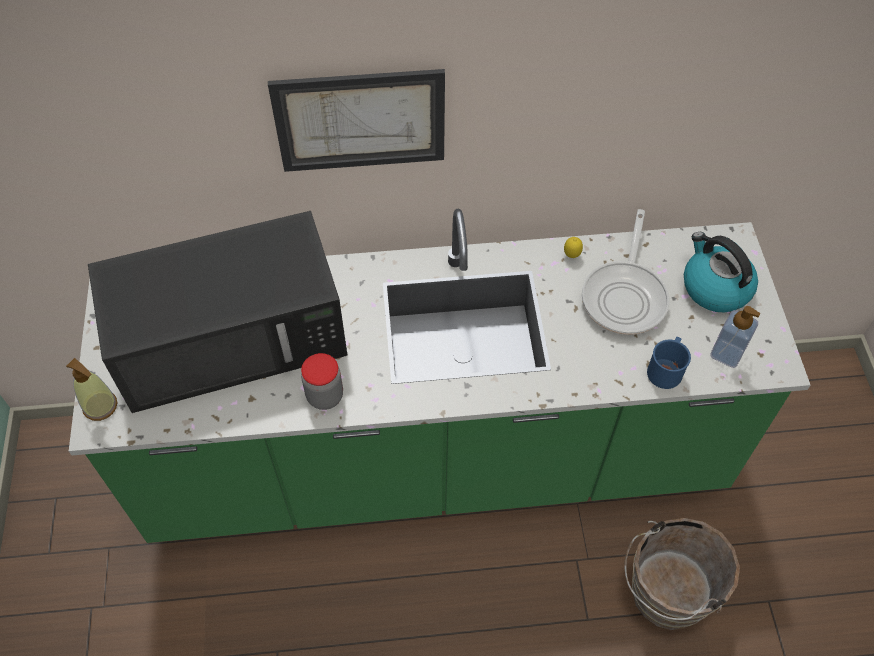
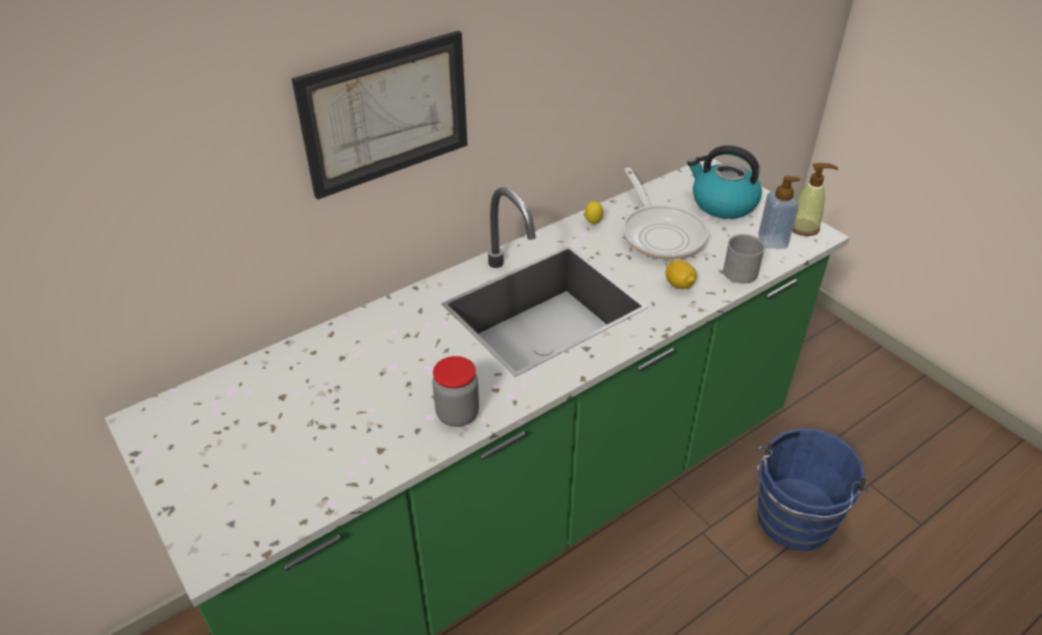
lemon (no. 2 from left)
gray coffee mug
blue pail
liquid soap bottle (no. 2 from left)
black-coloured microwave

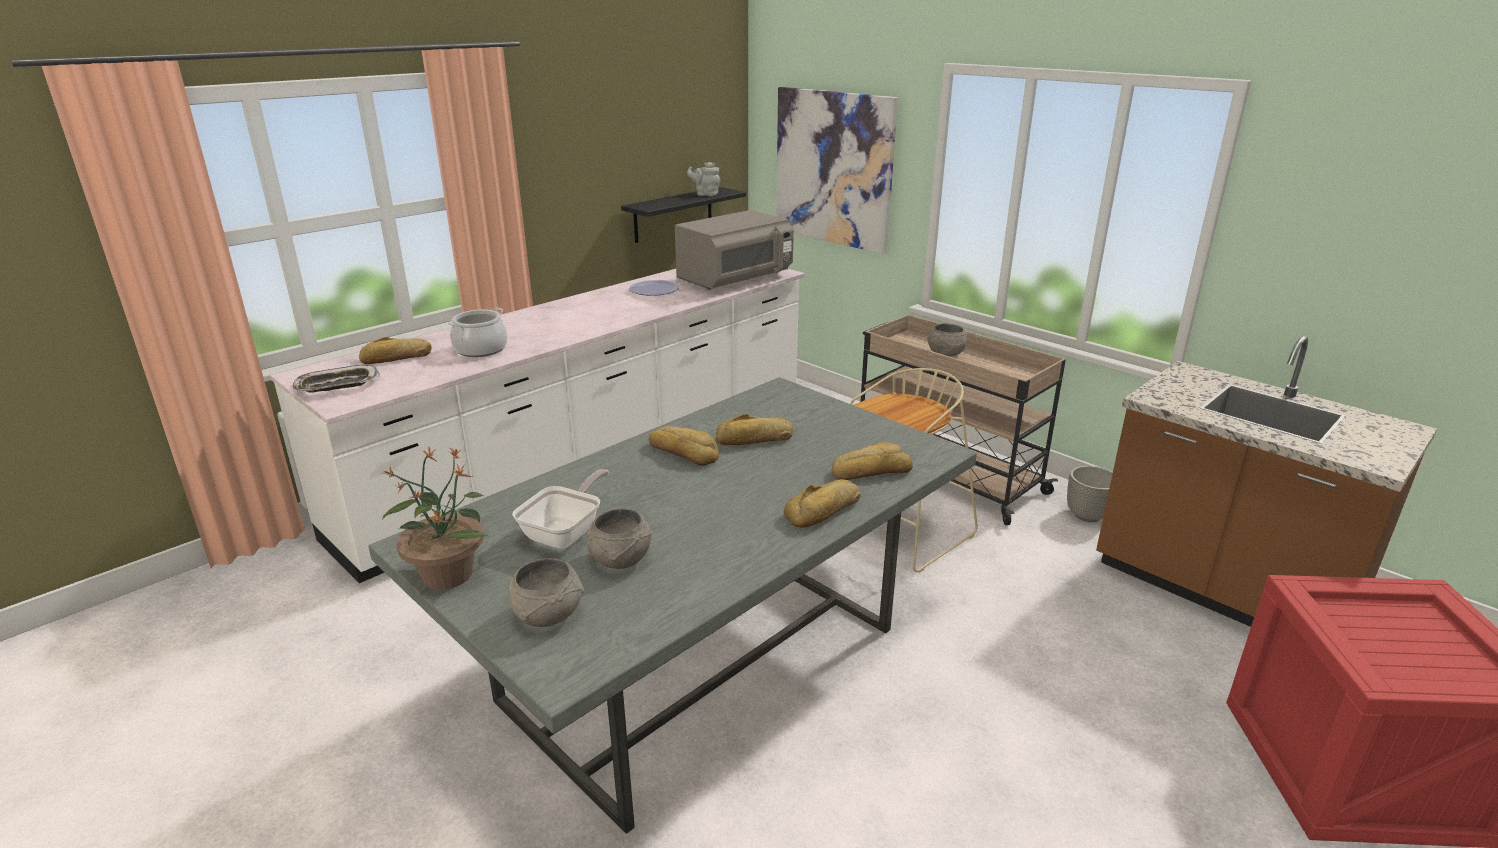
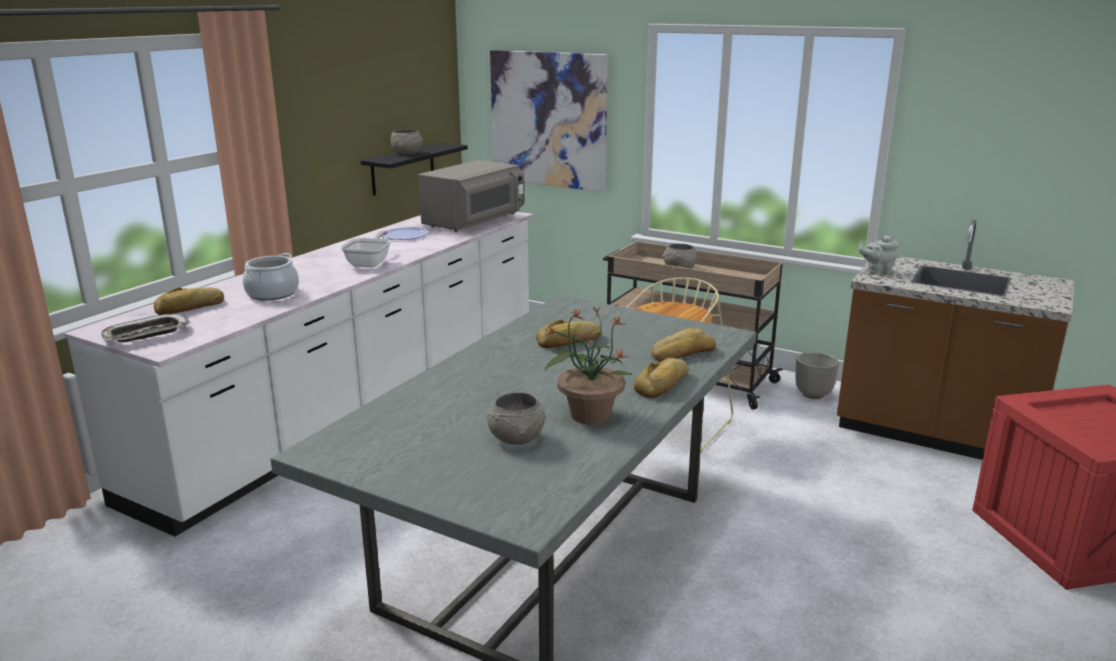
skillet
gray serving bowl (no. 1 from left)
houseplant
gray pot for tea
baked bread (no. 2 from left in the first image)

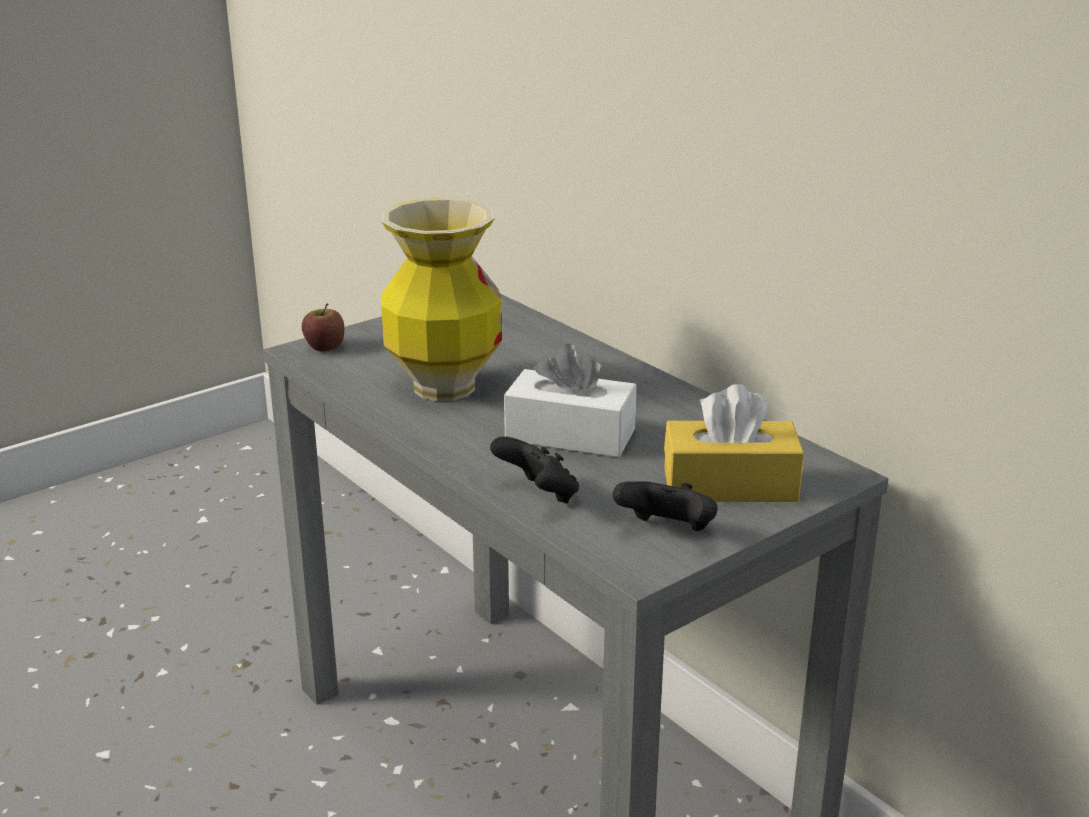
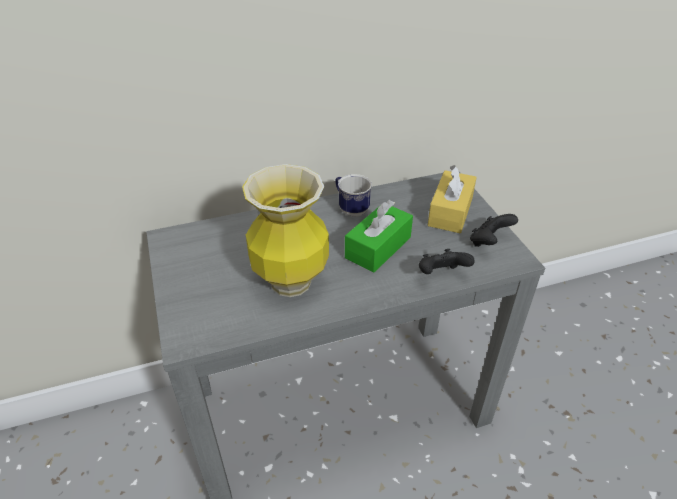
coffee mug
green tissue holder
apple

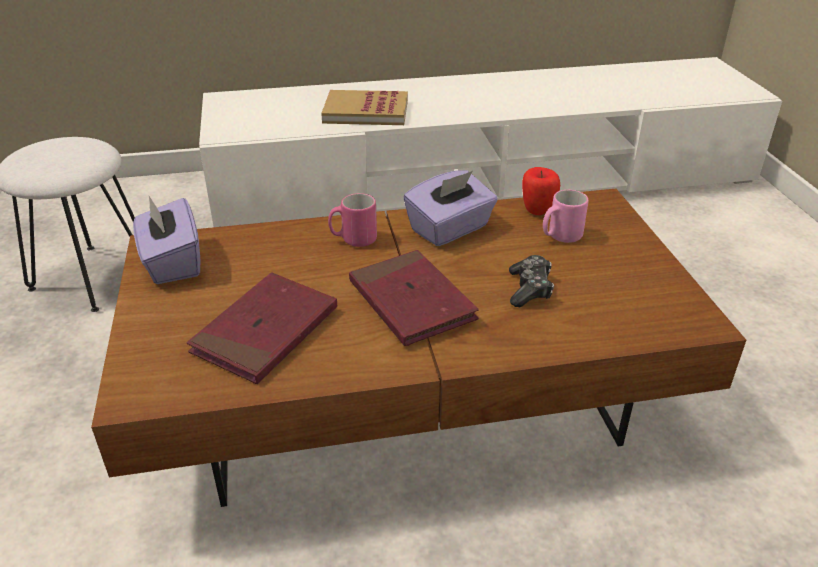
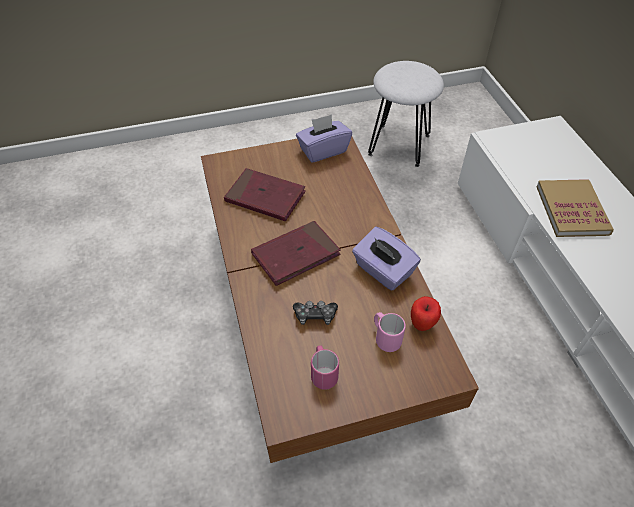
pinkish coffee mug (no. 1 from left)

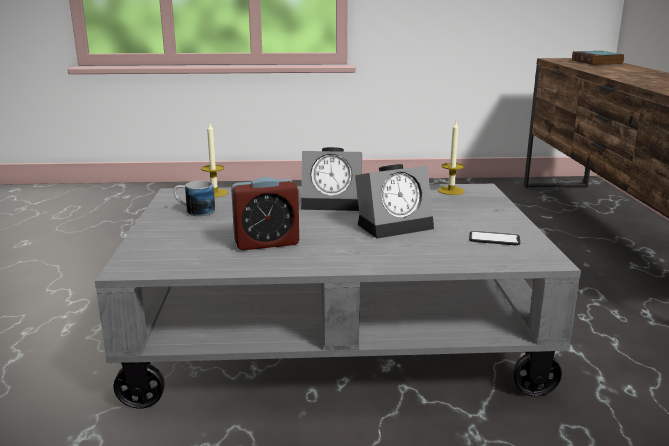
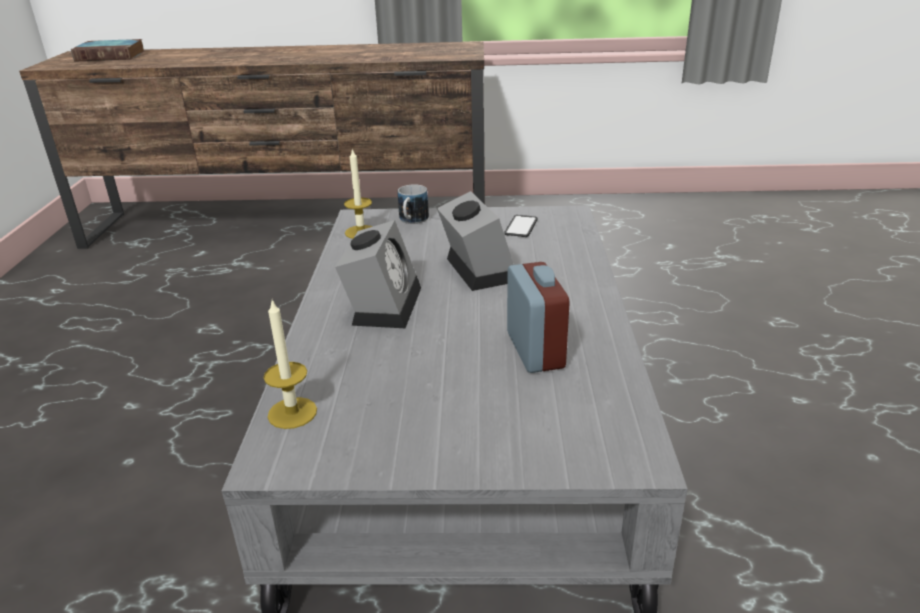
coffee mug

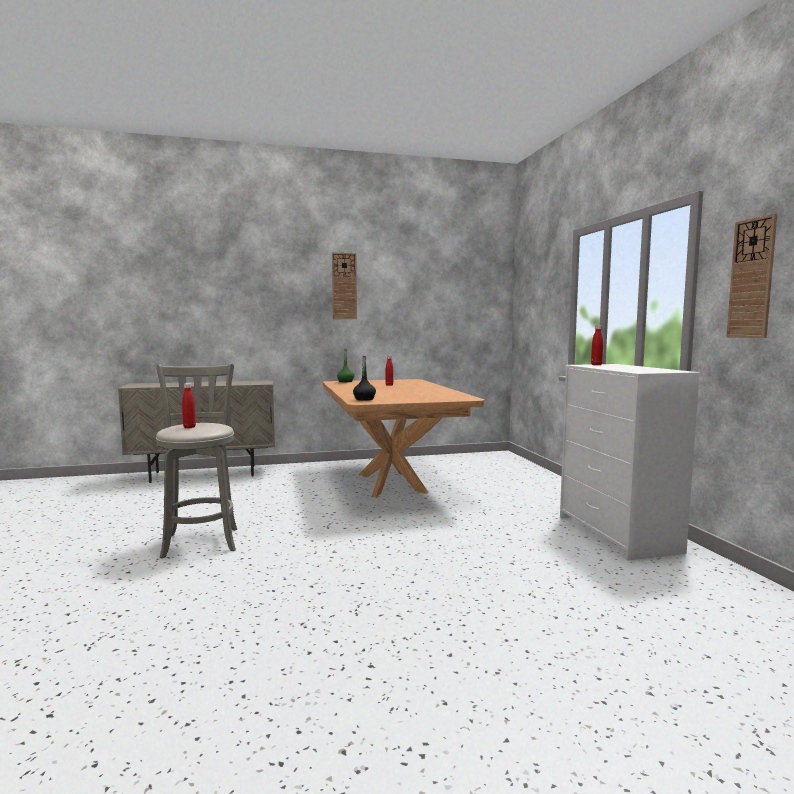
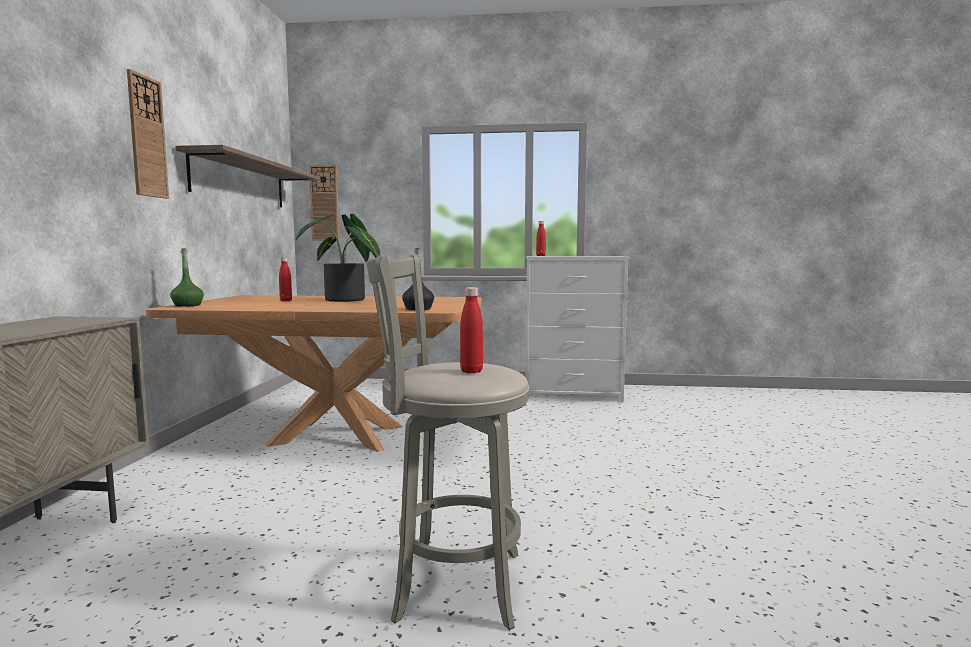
bracket shelf
houseplant
clock on the wall (no. 2 from left)

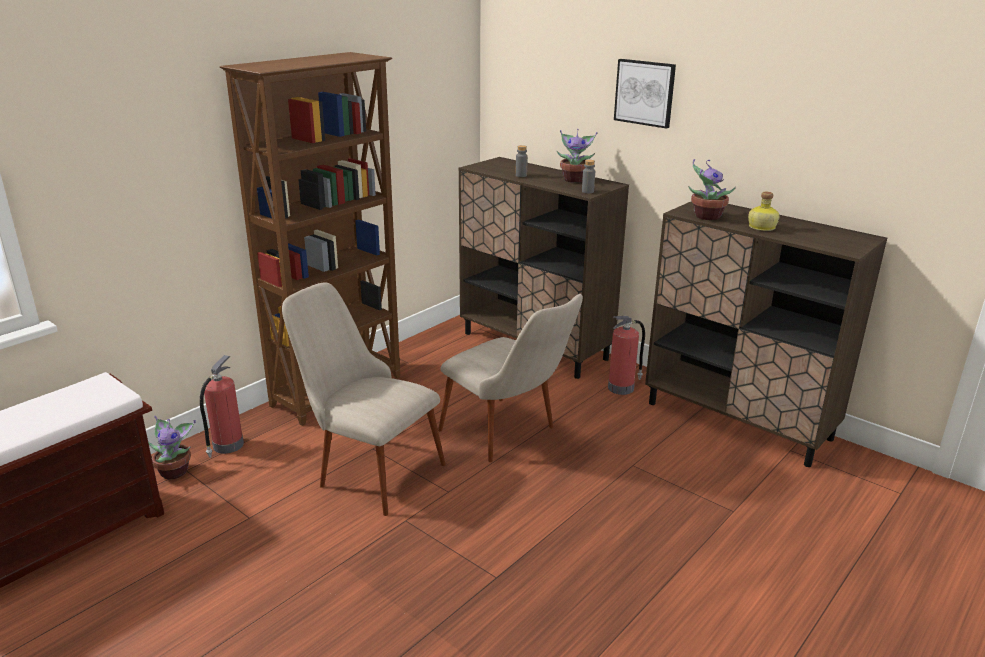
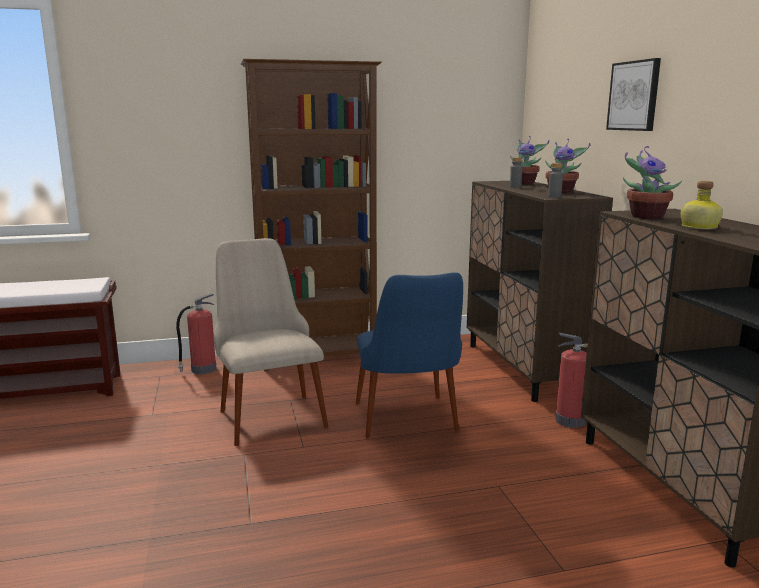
blue chair
houseplant (no. 1 from left)

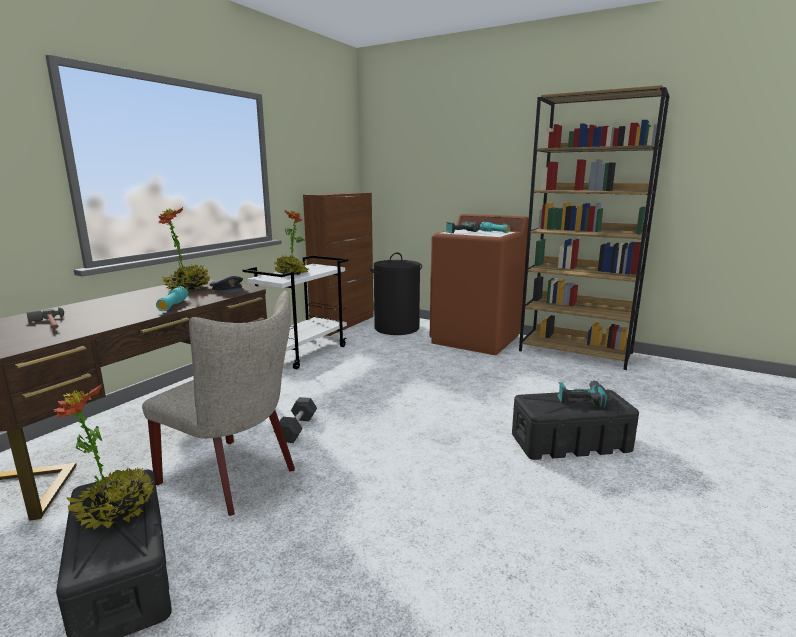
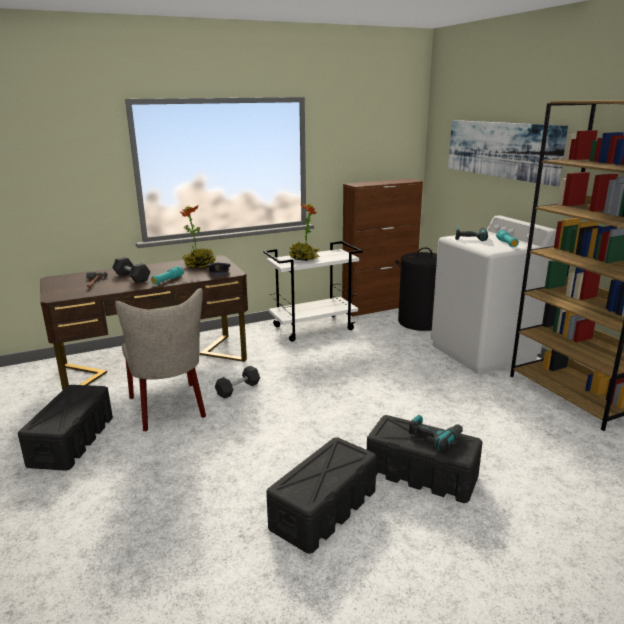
gray free weight (no. 1 from left)
black-coloured storage container (no. 2 from left)
white laundry appliance
wall art
houseplant (no. 1 from left in the first image)

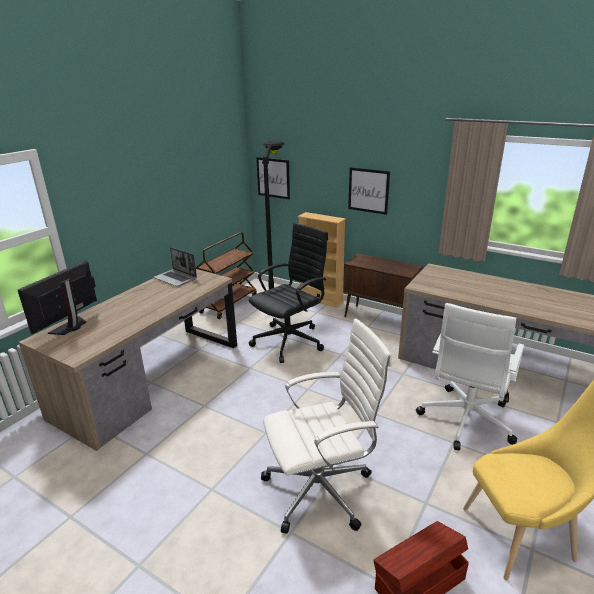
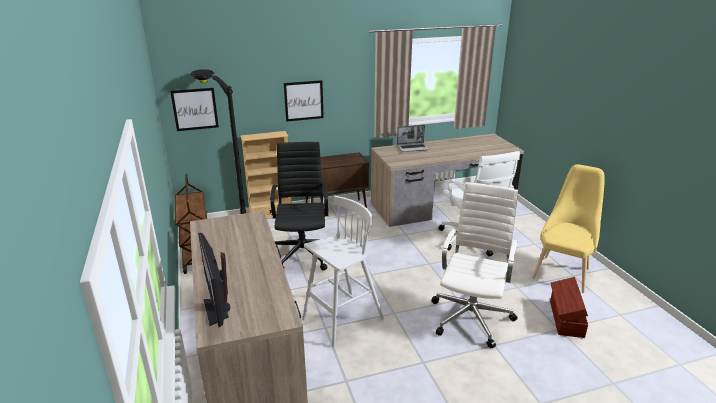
white stool
notebook computer

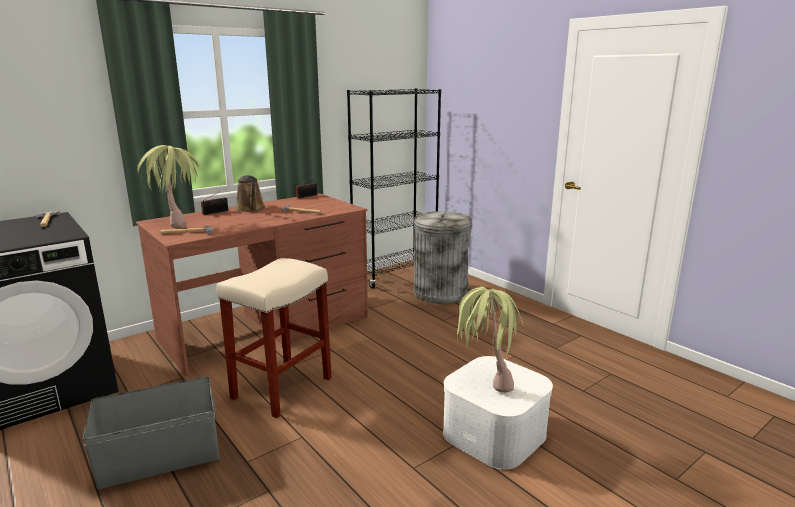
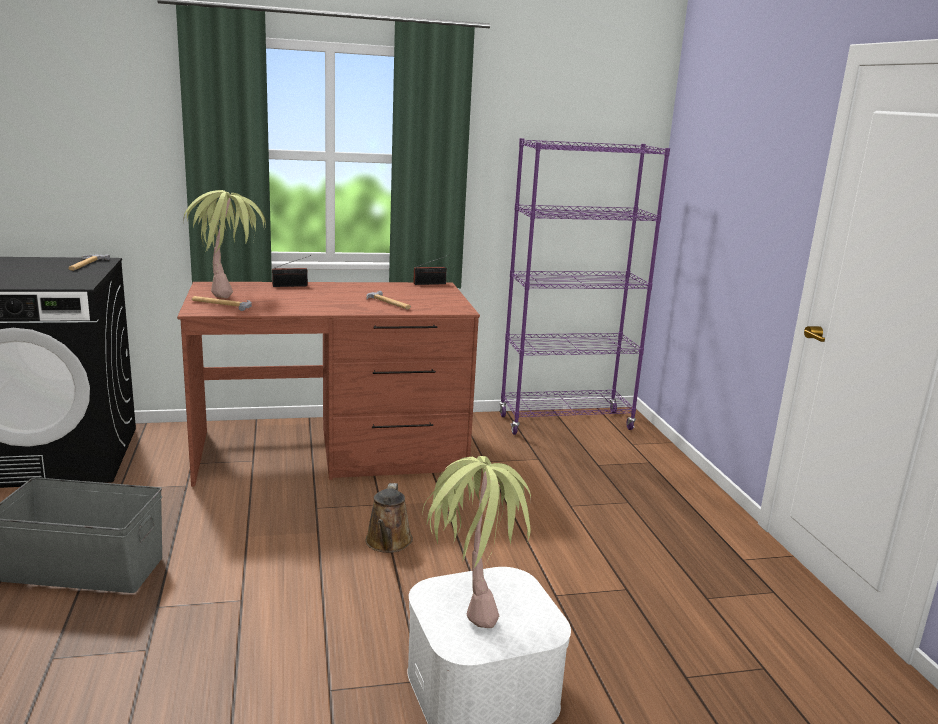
brown sprinkling can
purple shelving unit
beige-coloured stool
gray waste bin

